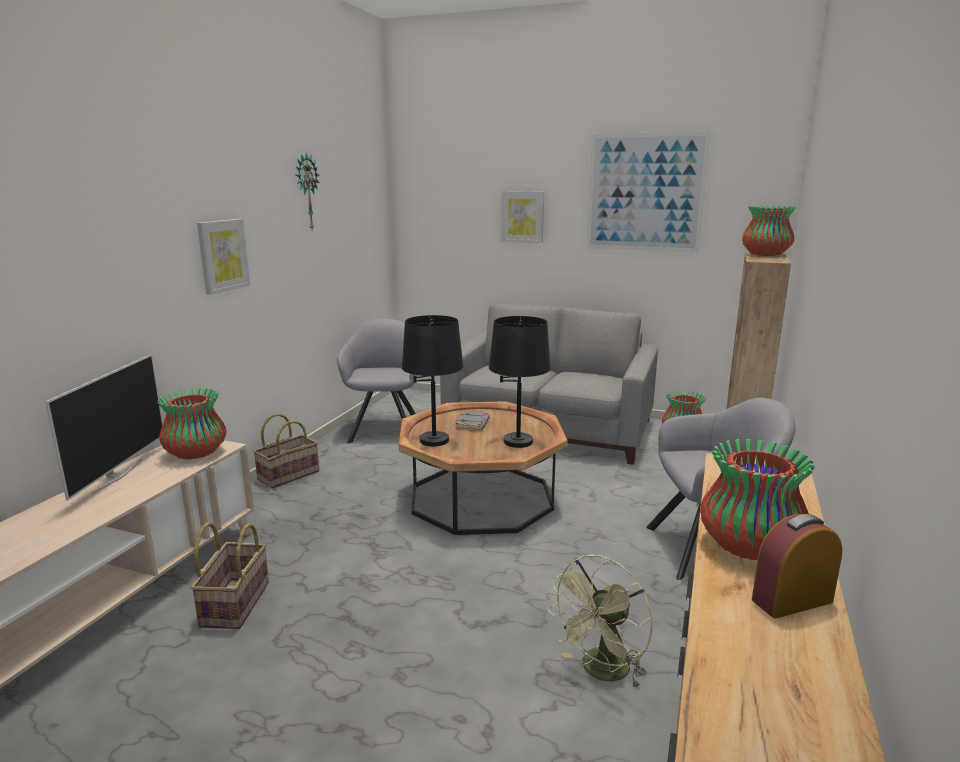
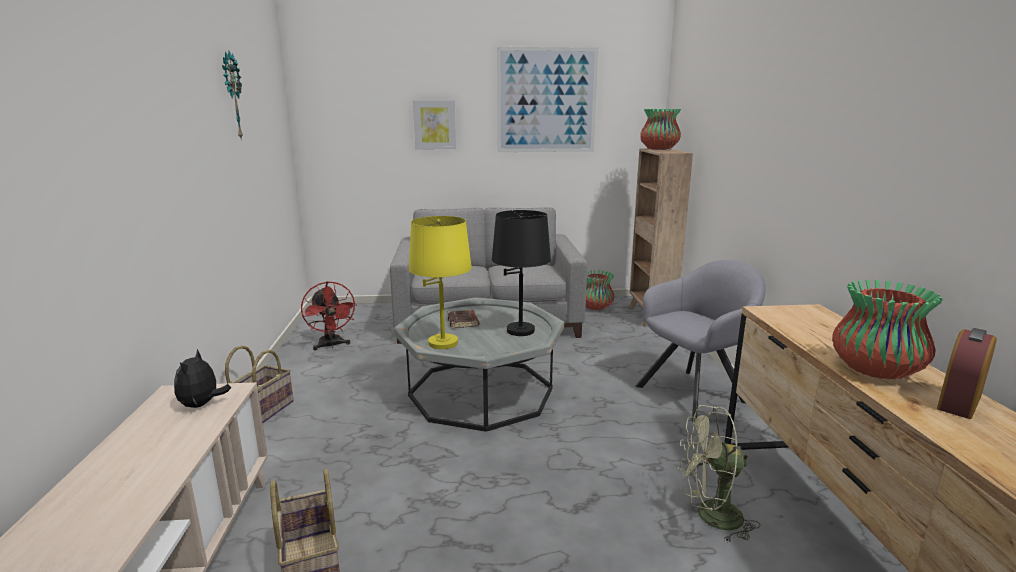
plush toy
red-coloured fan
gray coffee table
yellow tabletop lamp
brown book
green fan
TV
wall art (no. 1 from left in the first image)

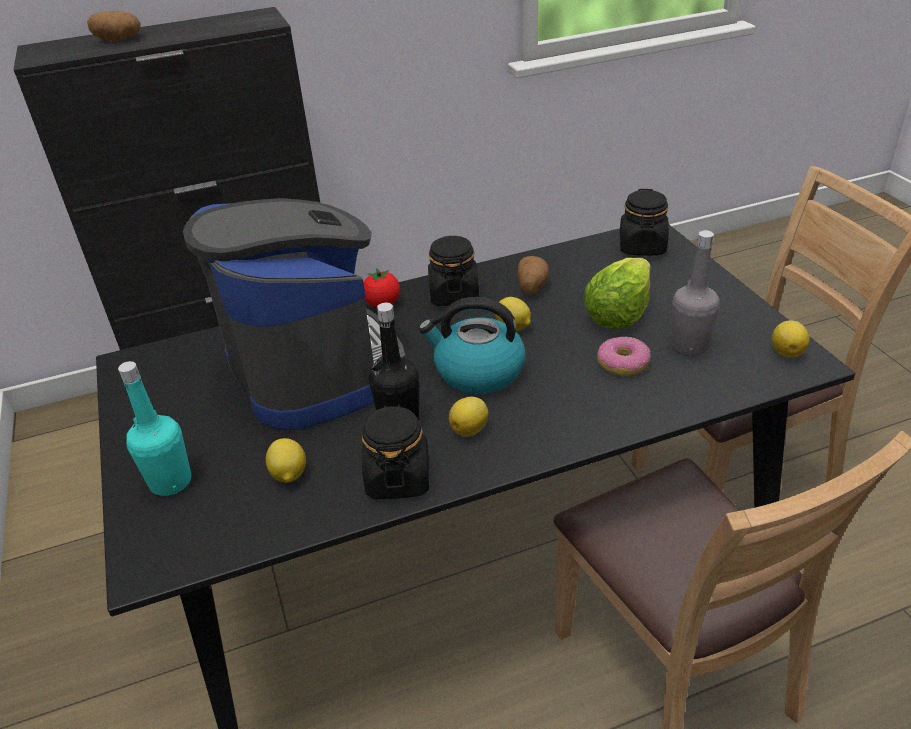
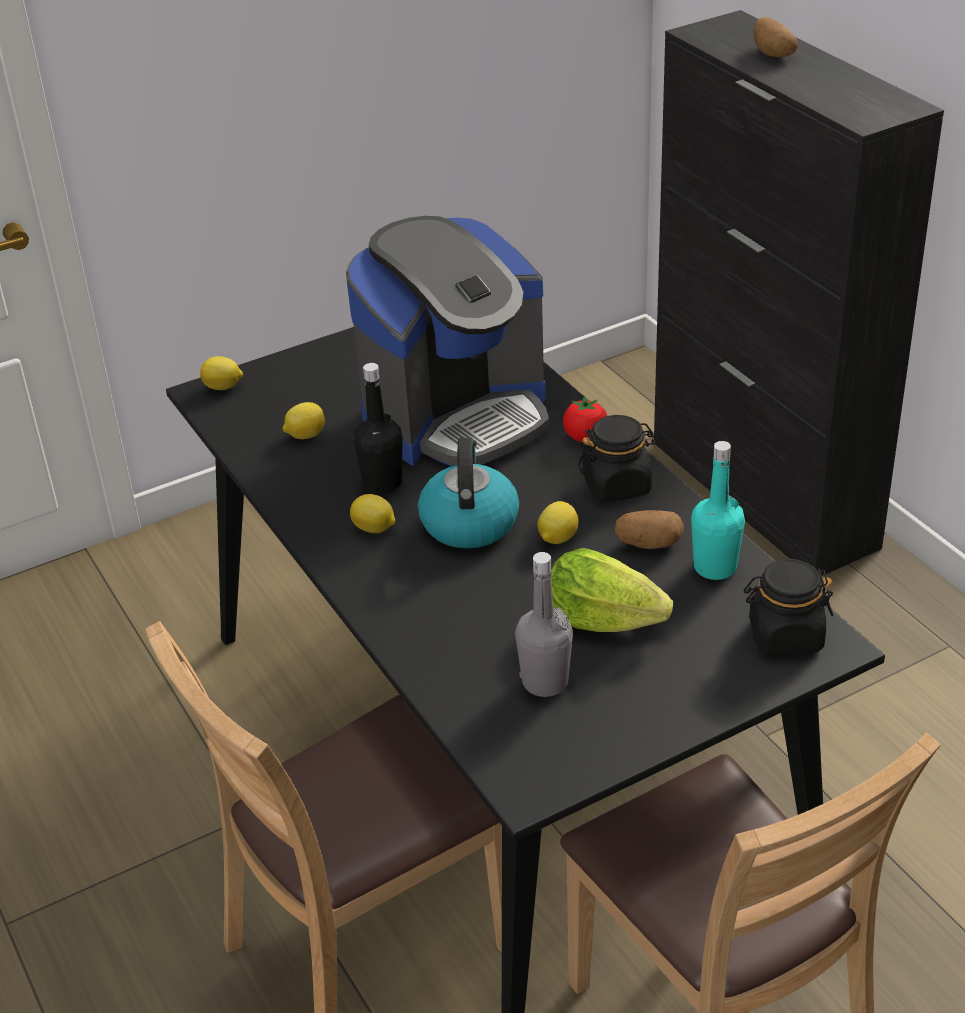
lemon (no. 1 from left)
turquoise-coloured bottle
black-coloured preserve jar (no. 1 from left in the first image)
donut

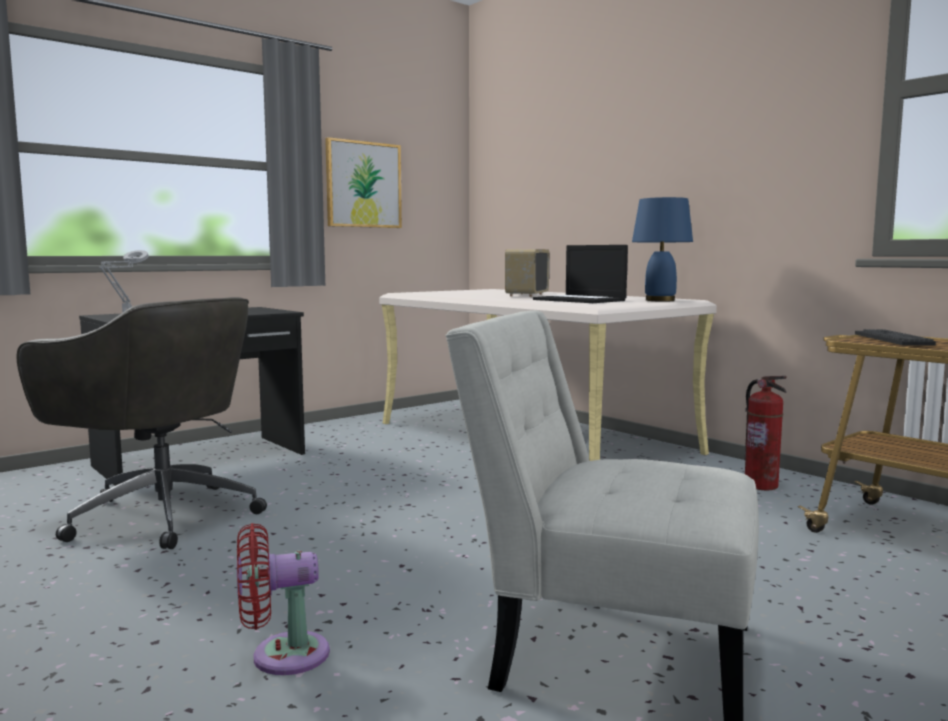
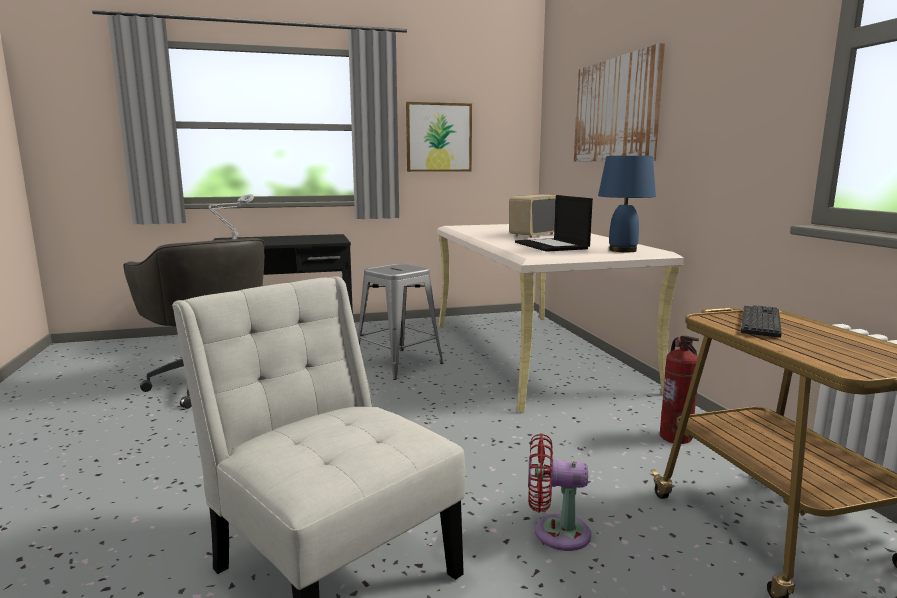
gray stool
red-coloured fan
wall art (no. 2 from left)

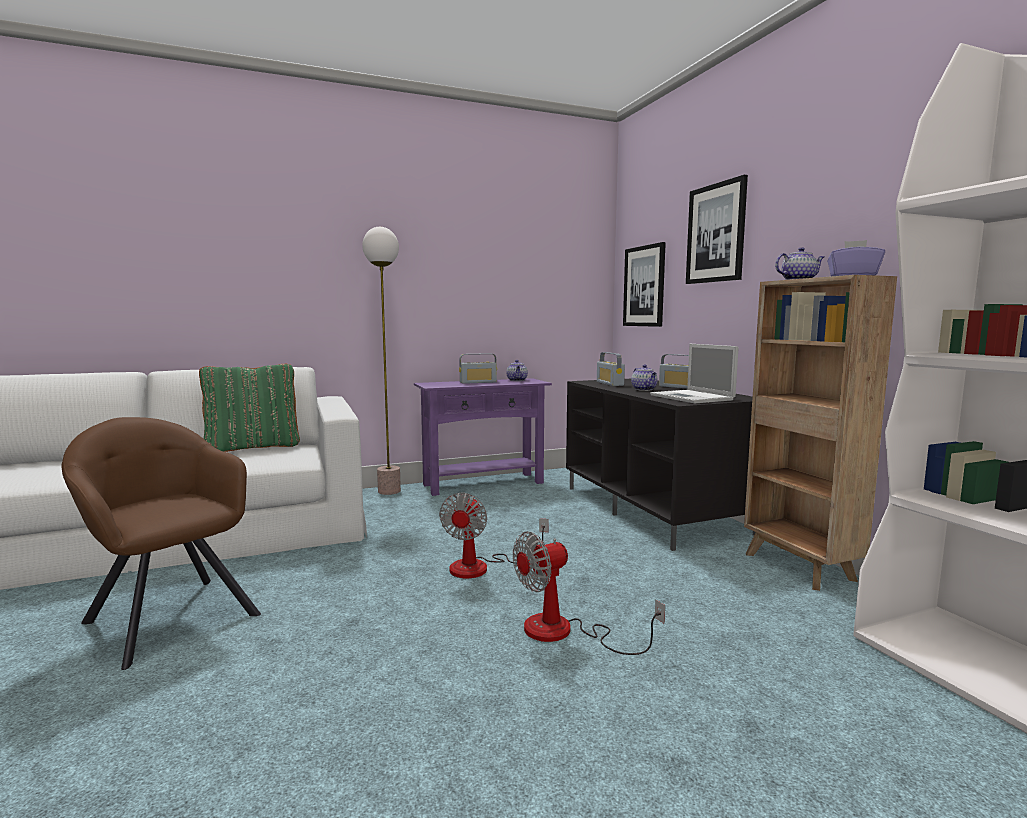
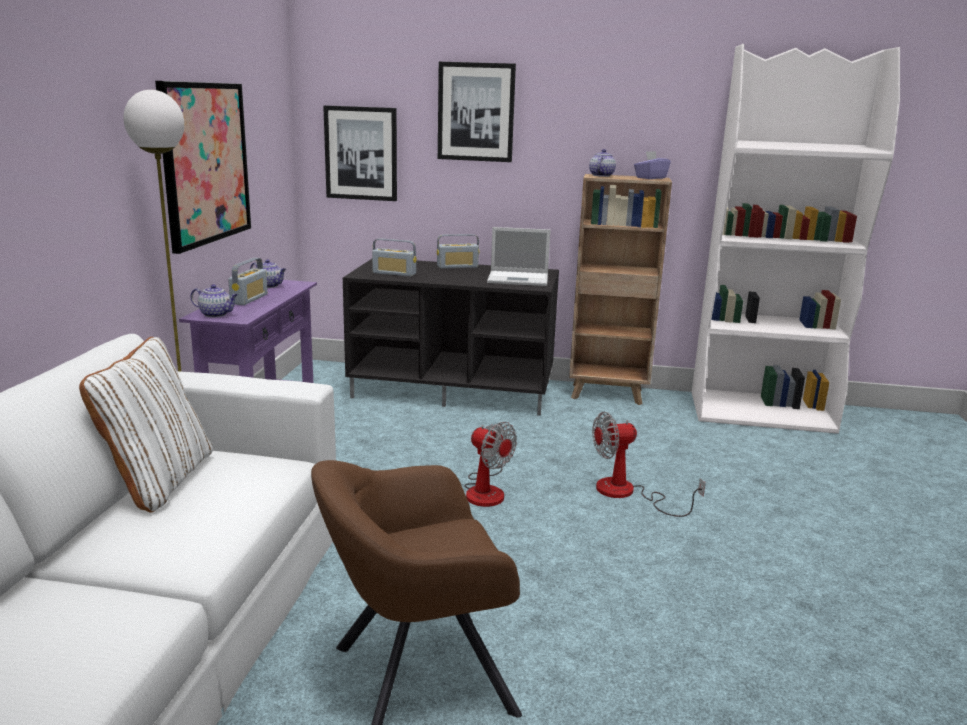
white throw pillow
wall art (no. 1 from left)
pot for tea (no. 1 from left)
fan (no. 2 from left)

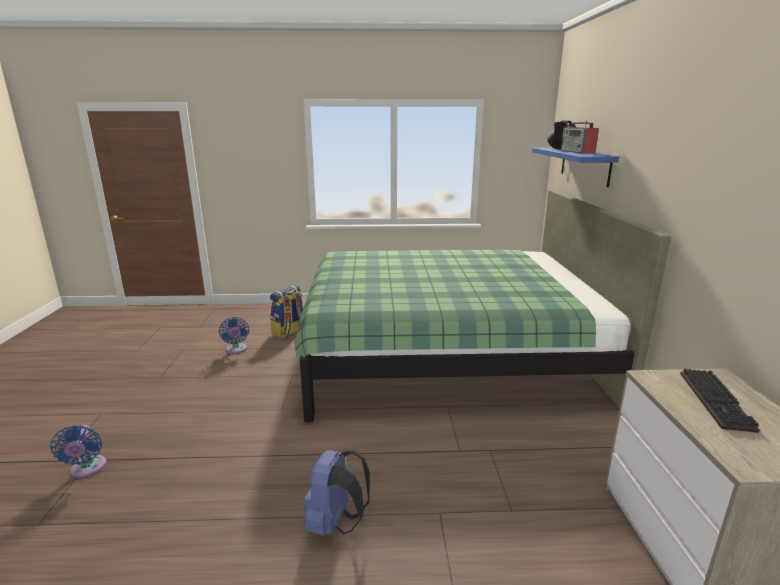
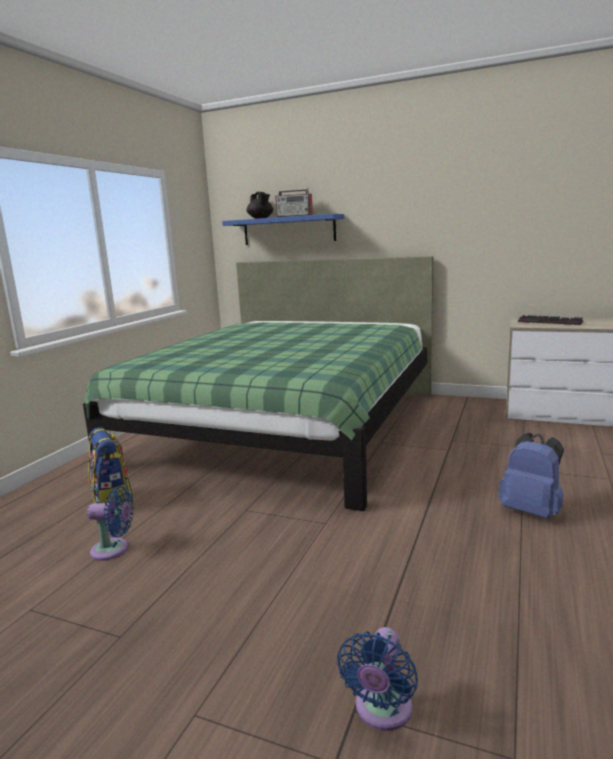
blue fan (no. 2 from left)

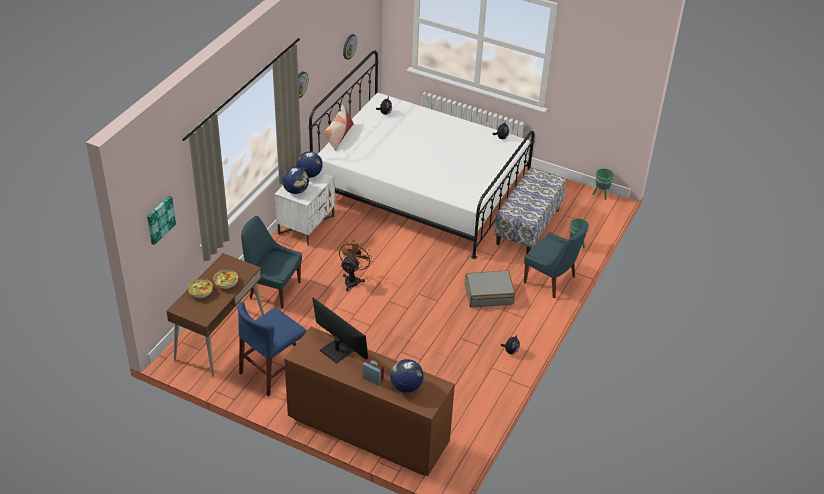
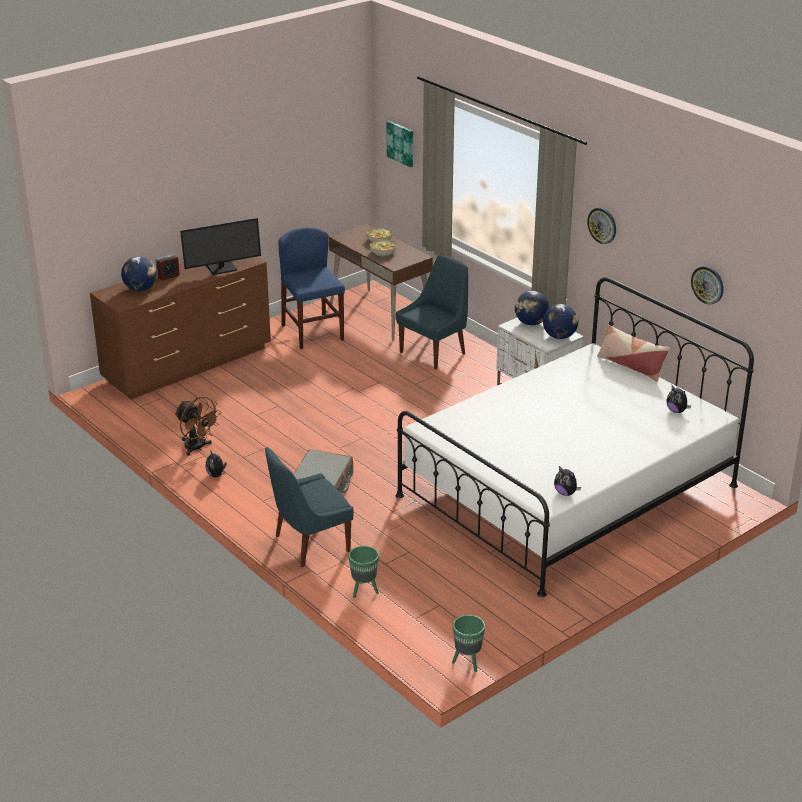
brown fan
indoor bench

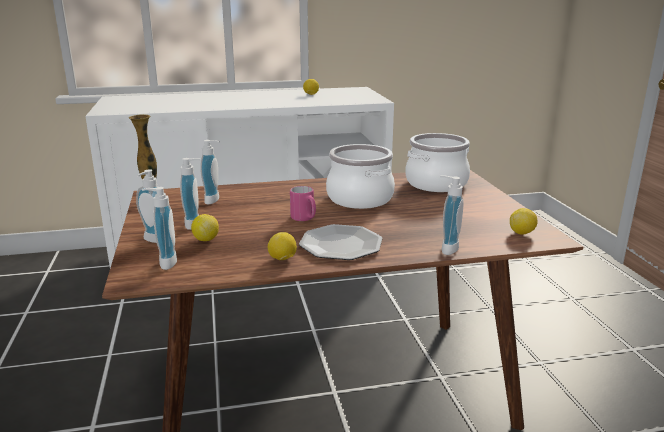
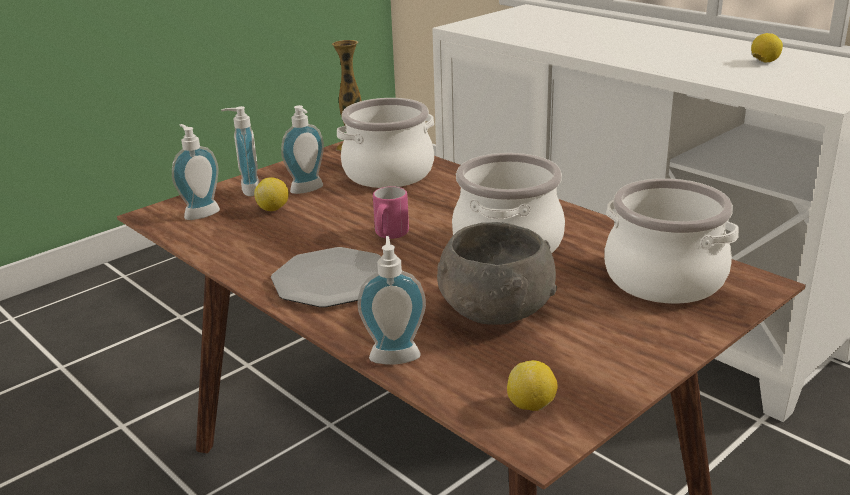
saucepot (no. 1 from left)
gray serving bowl
lemon (no. 2 from left in the first image)

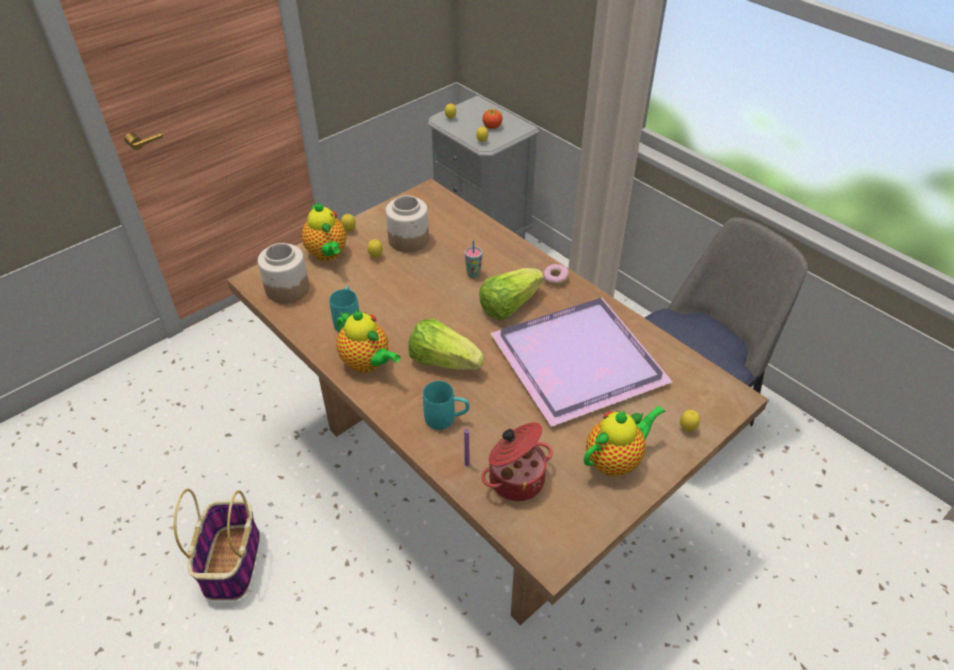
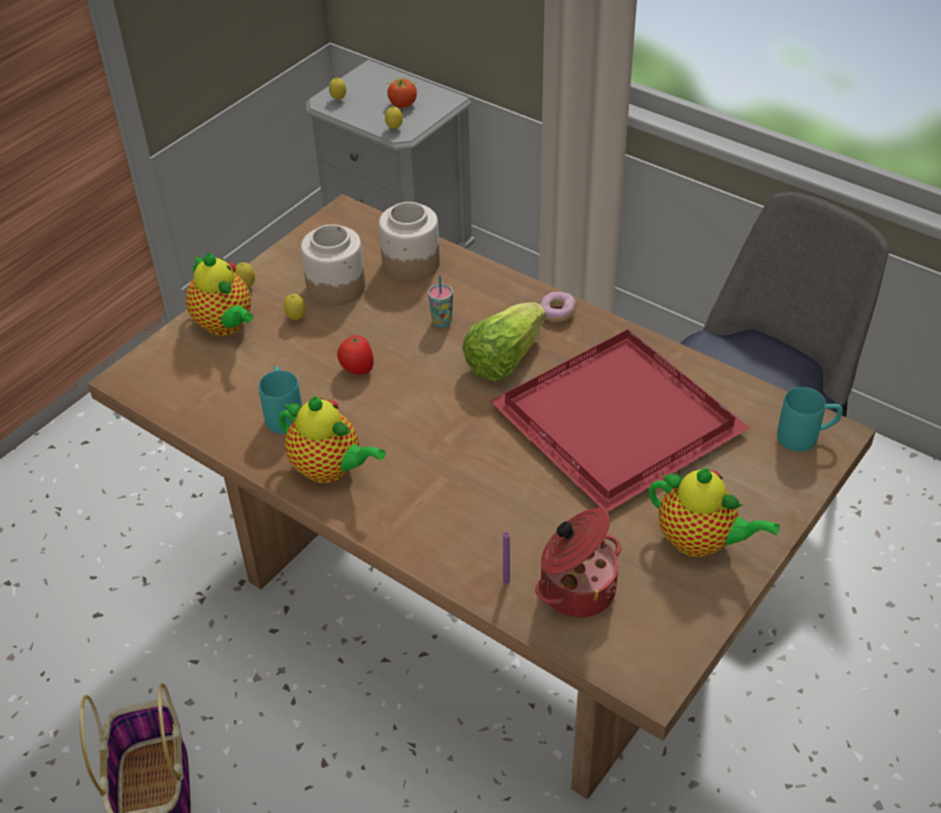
tomato (no. 1 from left)
preserve jar (no. 2 from left)
red-coloured carrying tray
pot for tea (no. 3 from left)
turquoise-coloured coffee mug (no. 2 from left)
lettuce (no. 1 from left in the first image)
lemon (no. 5 from left in the first image)

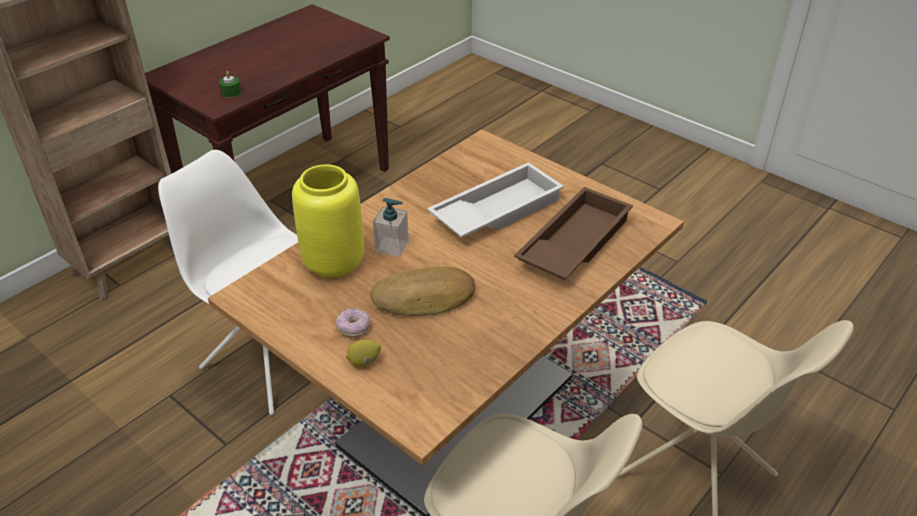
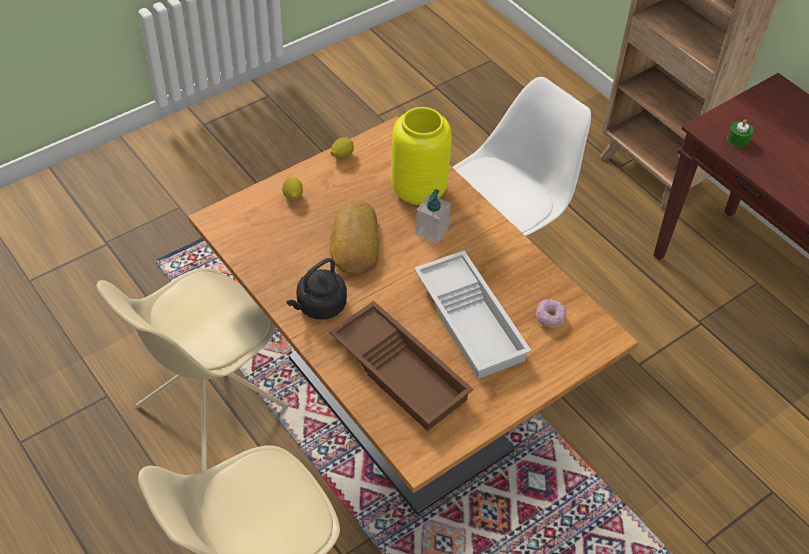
black-coloured tea kettle
lemon (no. 2 from left)
donut

